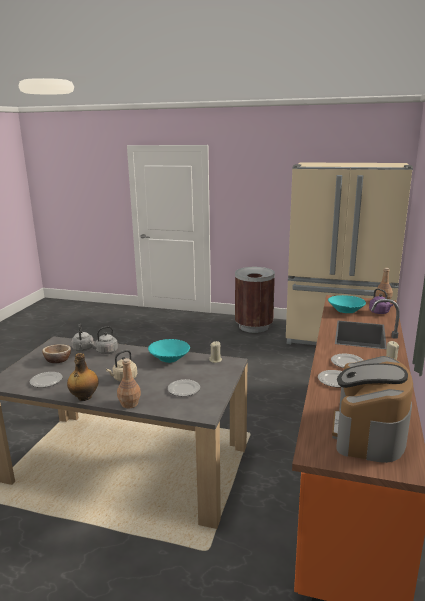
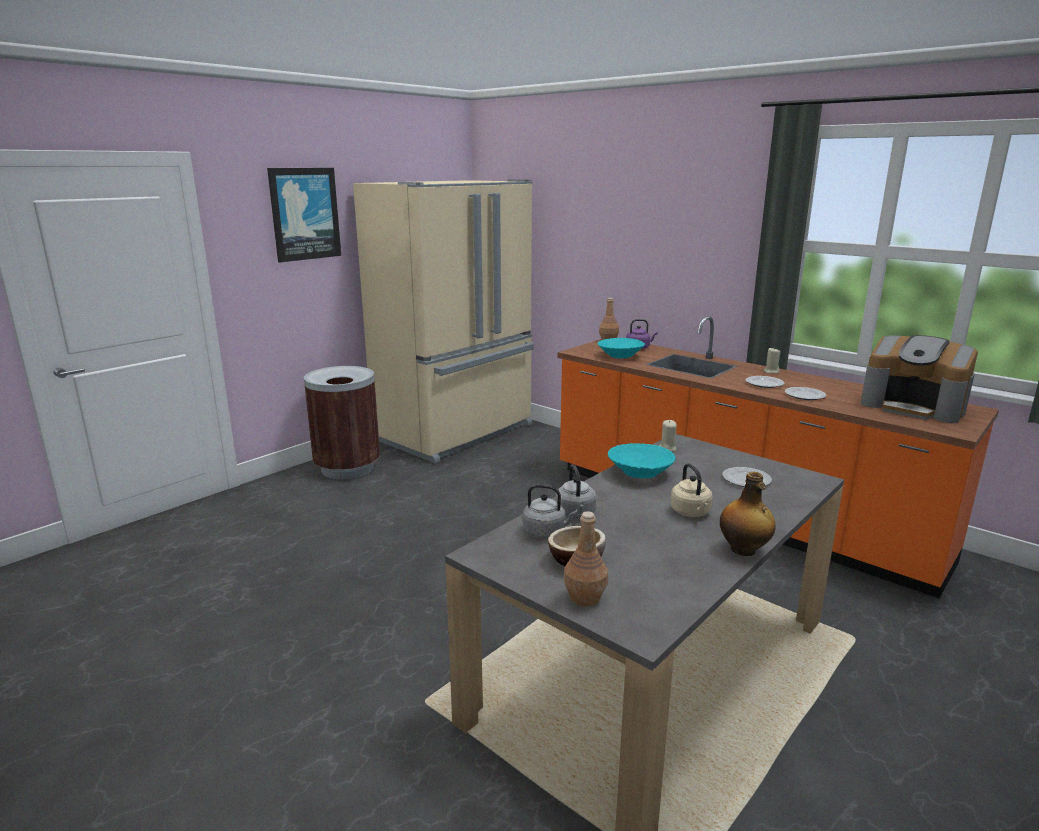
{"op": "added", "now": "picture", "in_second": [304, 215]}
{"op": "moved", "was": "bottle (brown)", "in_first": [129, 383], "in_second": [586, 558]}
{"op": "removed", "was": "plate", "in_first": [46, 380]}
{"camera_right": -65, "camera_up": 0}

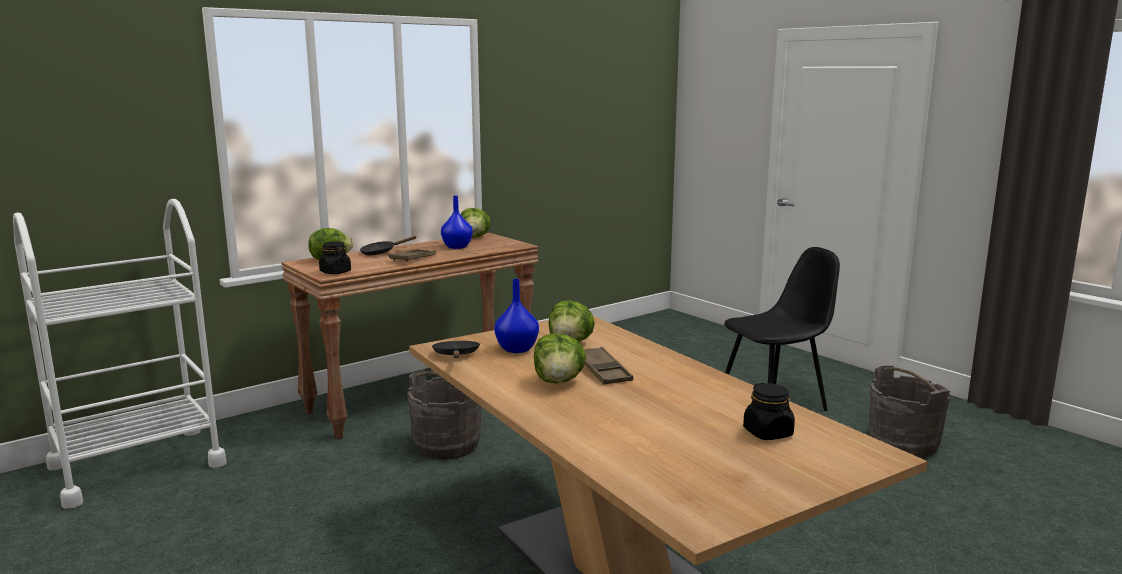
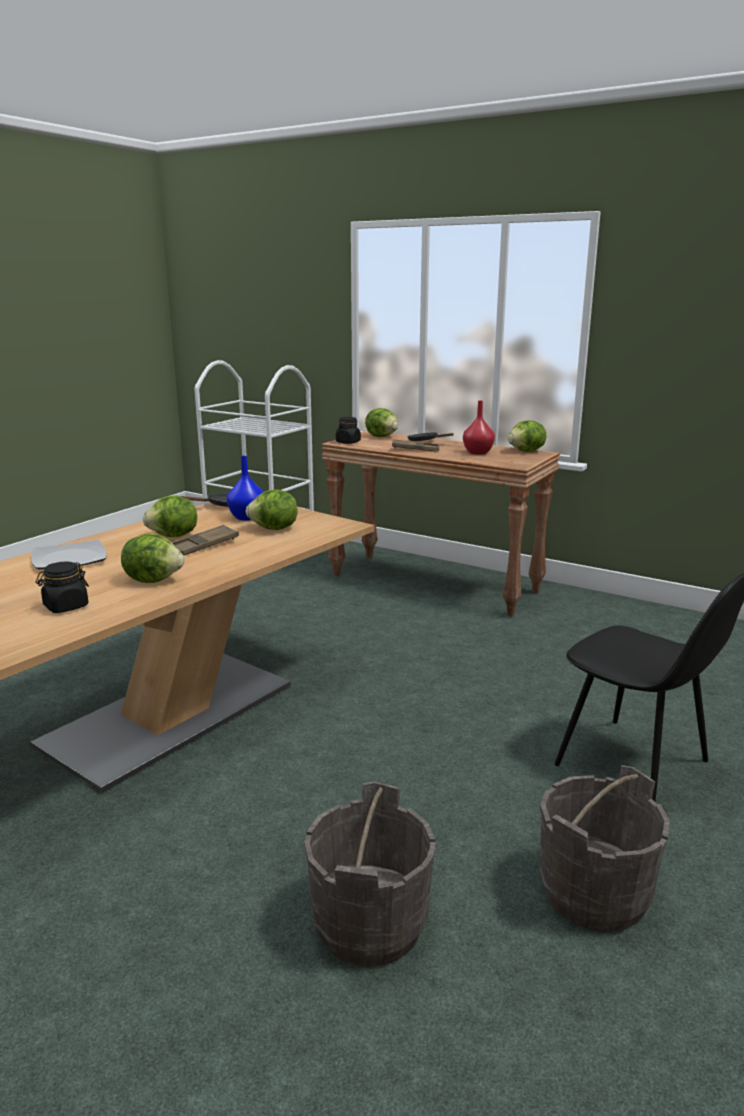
{"op": "added", "now": "plate", "in_second": [69, 554]}
{"op": "added", "now": "lettuce", "in_second": [152, 558]}
{"op": "moved", "was": "bucket (grey)", "in_first": [444, 415], "in_second": [369, 874]}
{"op": "recoloured", "was": "vase (blue)", "now": "vase (red)", "in_first": [457, 222], "in_second": [479, 428]}
{"camera_right": 70, "camera_up": 5}

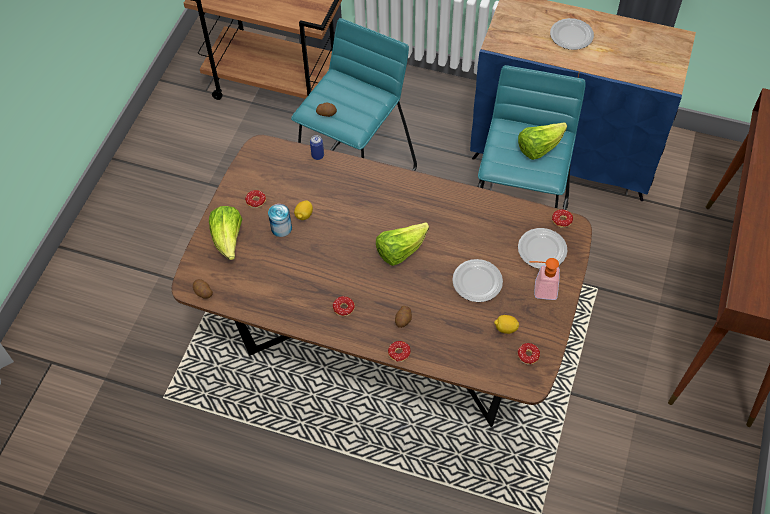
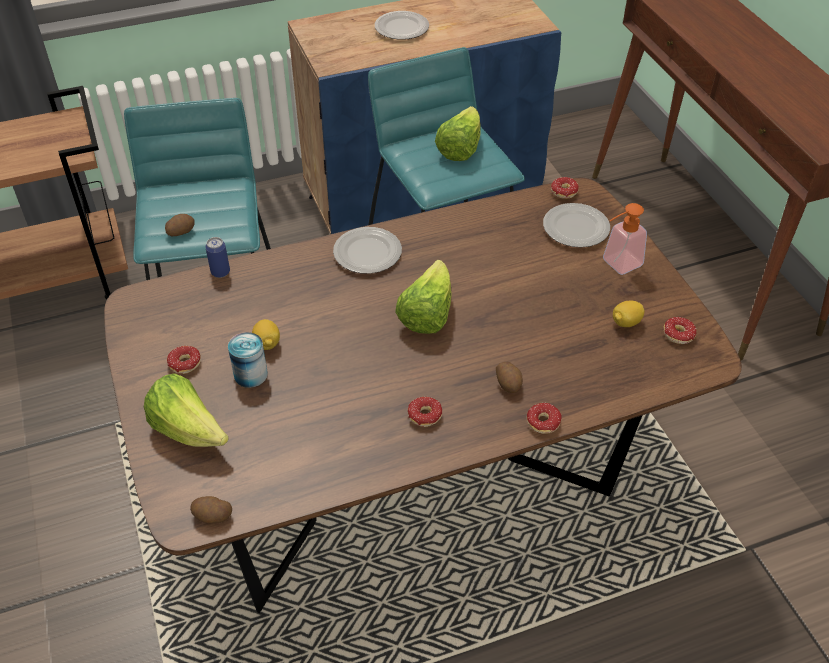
{"op": "moved", "was": "plate", "in_first": [477, 280], "in_second": [367, 250]}
{"camera_right": -40, "camera_up": -10}

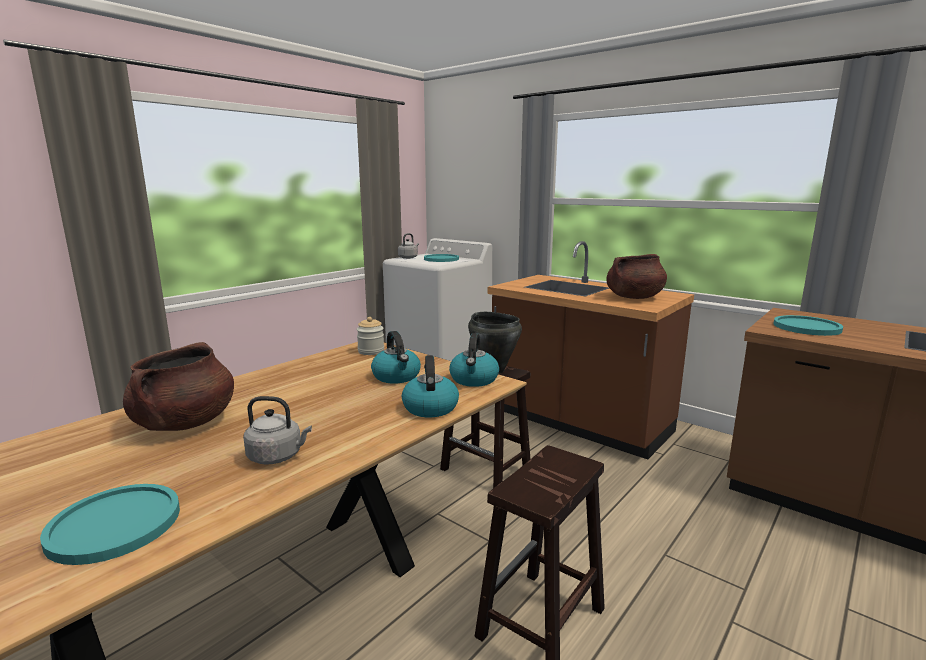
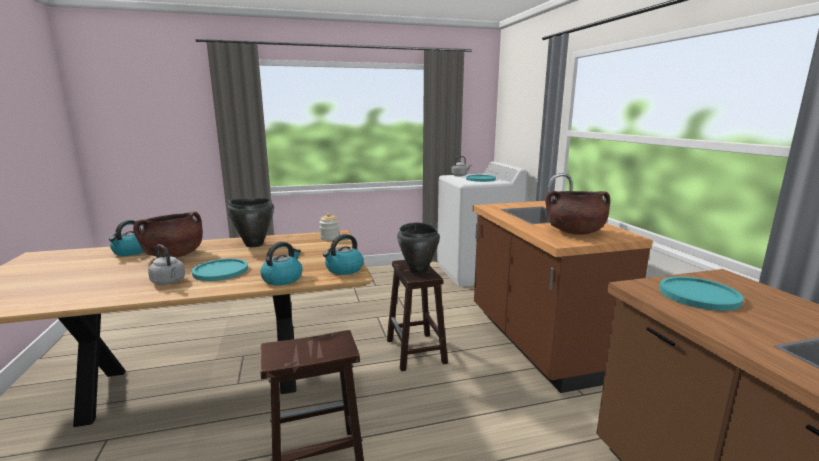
{"op": "moved", "was": "kettle", "in_first": [396, 357], "in_second": [126, 238]}
{"op": "moved", "was": "plate (turquoise)", "in_first": [110, 524], "in_second": [220, 269]}
{"op": "added", "now": "cooking pot (black)", "in_second": [250, 222]}
{"camera_right": 35, "camera_up": 0}

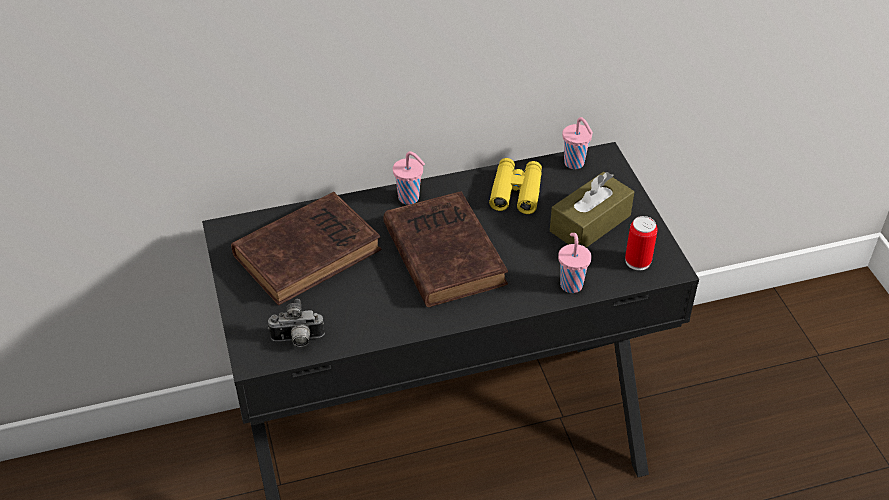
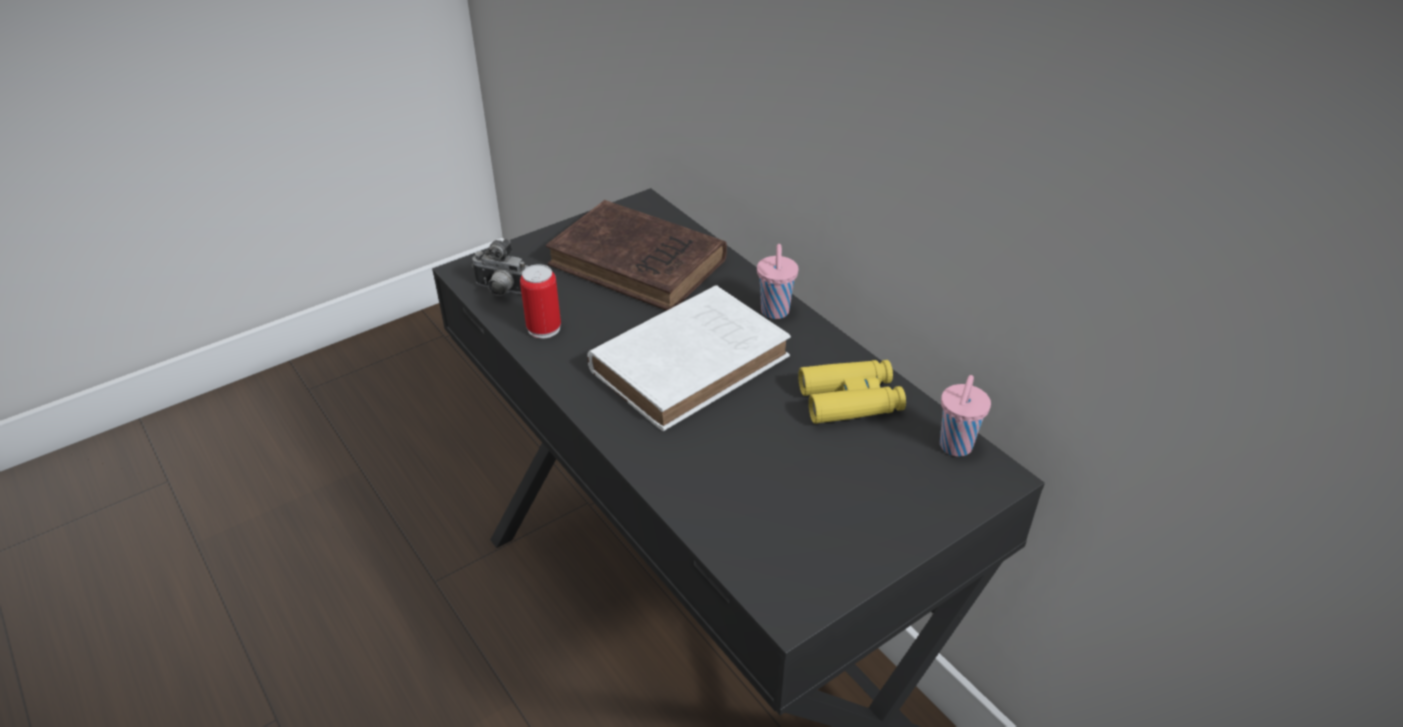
{"op": "turned", "was": "photo camera", "in_first": [296, 323], "in_second": [500, 267], "clockwise": -45}
{"op": "moved", "was": "can", "in_first": [641, 243], "in_second": [540, 301]}
{"op": "recoloured", "was": "book (brown)", "now": "book (white)", "in_first": [446, 249], "in_second": [689, 358]}
{"op": "removed", "was": "tissue box (brown)", "in_first": [592, 210]}
{"op": "removed", "was": "cup (pink)", "in_first": [575, 263]}
{"camera_right": 70, "camera_up": -5}

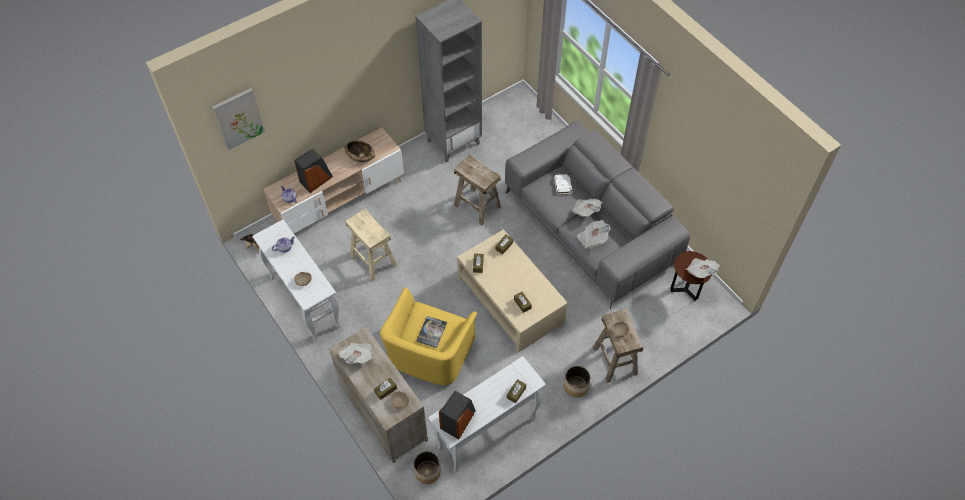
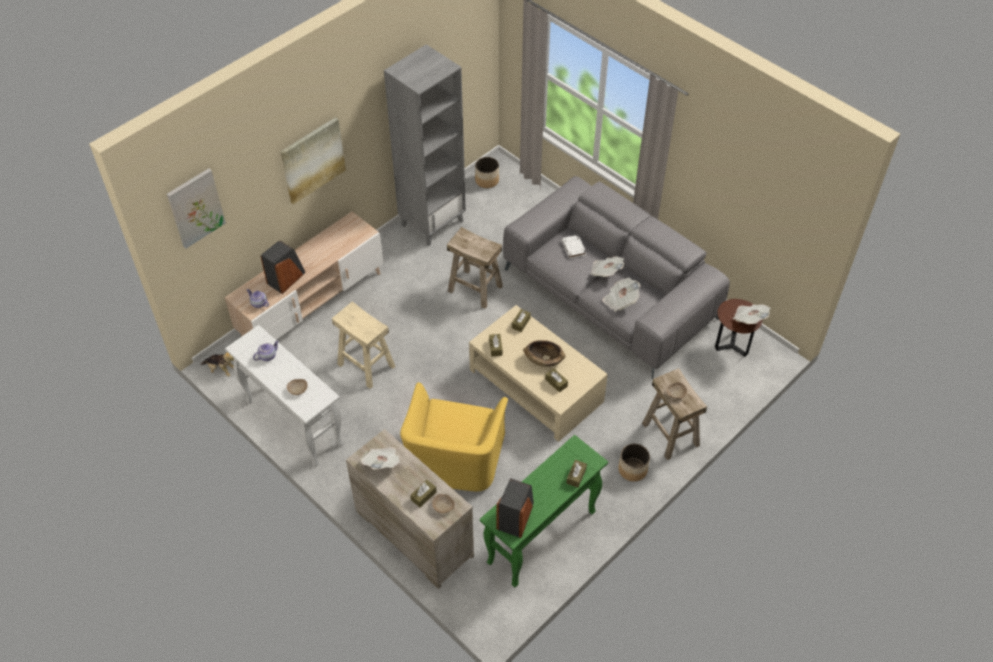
{"op": "added", "now": "picture", "in_second": [313, 160]}
{"op": "moved", "was": "planter", "in_first": [427, 467], "in_second": [487, 172]}
{"op": "recoloured", "was": "console table (white)", "now": "console table (green)", "in_first": [487, 414], "in_second": [544, 511]}
{"op": "moved", "was": "bowl (brown)", "in_first": [359, 151], "in_second": [544, 353]}
{"op": "removed", "was": "book", "in_first": [431, 332]}
{"camera_right": -10, "camera_up": -5}

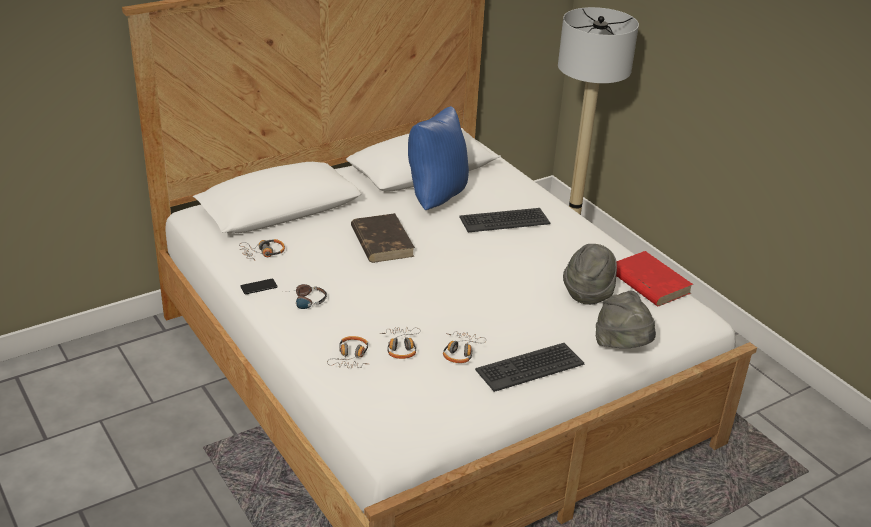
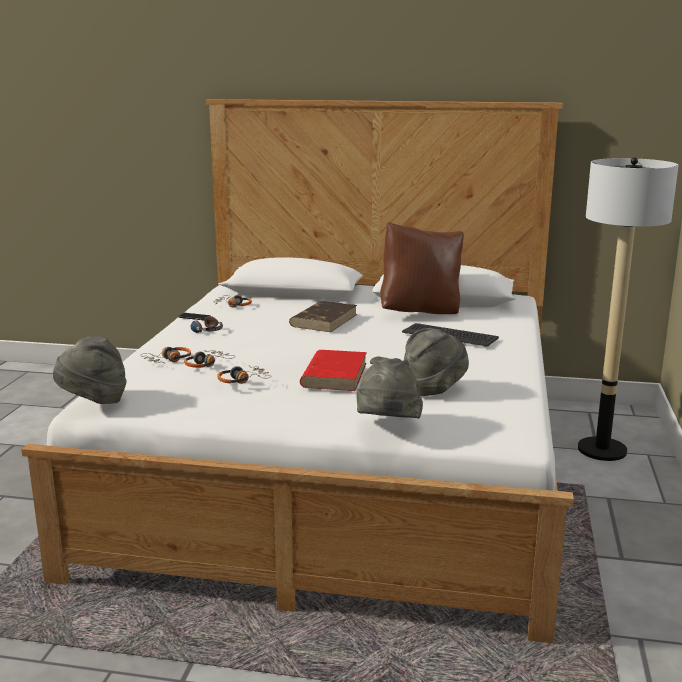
{"op": "added", "now": "hat (grey)", "in_second": [90, 370]}
{"op": "moved", "was": "book (red)", "in_first": [654, 278], "in_second": [333, 370]}
{"op": "recoloured", "was": "pillow (blue)", "now": "pillow (brown)", "in_first": [438, 158], "in_second": [422, 268]}
{"op": "removed", "was": "keyboard", "in_first": [529, 367]}
{"camera_right": 45, "camera_up": -15}

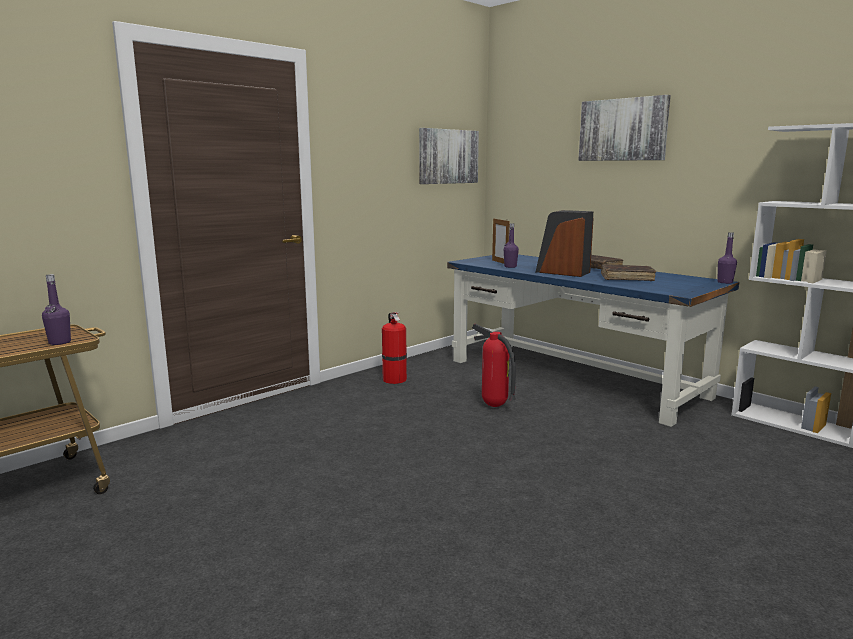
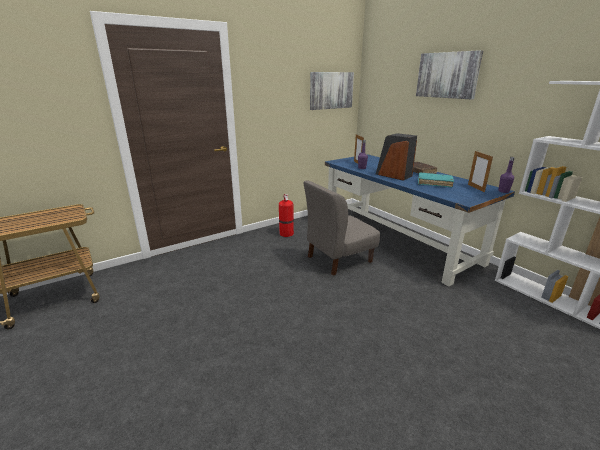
{"op": "replaced", "was": "fire extinguisher", "now": "chair (grey)", "in_first": [494, 365], "in_second": [341, 228]}
{"op": "recoloured", "was": "book (brown)", "now": "book (turquoise)", "in_first": [628, 272], "in_second": [436, 180]}
{"op": "added", "now": "picture frame", "in_second": [480, 172]}
{"op": "removed", "was": "bottle (purple)", "in_first": [56, 309]}
{"camera_right": 10, "camera_up": 10}

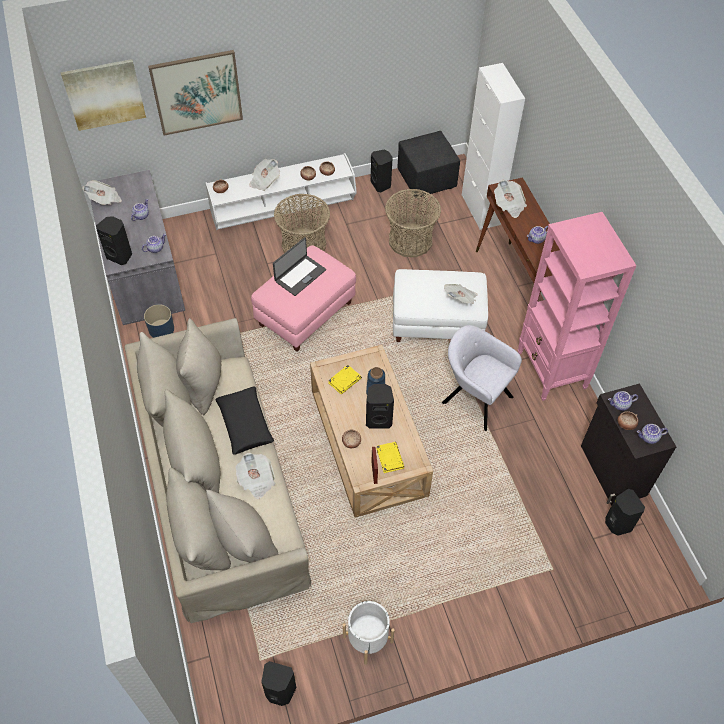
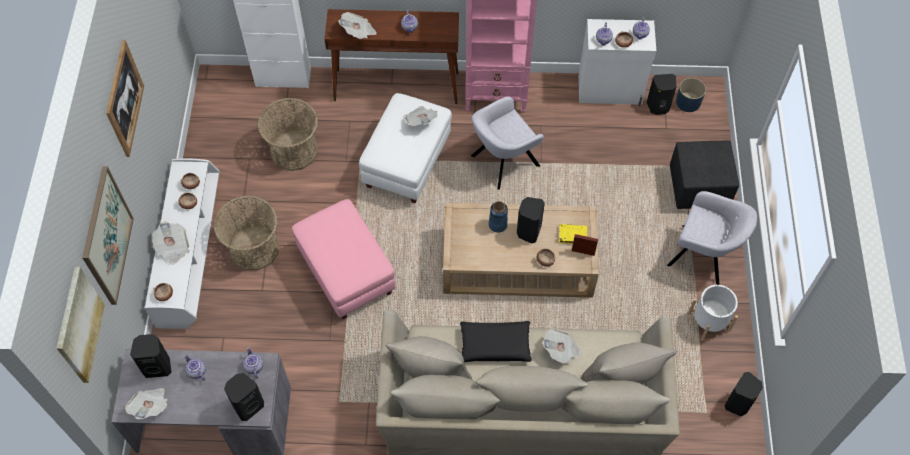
{"op": "added", "now": "picture", "in_second": [125, 98]}
{"op": "moved", "was": "speaker (black)", "in_first": [382, 171], "in_second": [150, 356]}
{"op": "recoloured", "was": "cabinet (black)", "now": "cabinet (white)", "in_first": [628, 444], "in_second": [617, 62]}
{"op": "added", "now": "armchair (grey)", "in_second": [712, 238]}
{"op": "moved", "was": "ottoman (black)", "in_first": [429, 164], "in_second": [704, 174]}
{"op": "moved", "was": "planter (blue)", "in_first": [159, 321], "in_second": [691, 95]}
{"op": "removed", "was": "laptop", "in_first": [299, 266]}
{"op": "removed", "was": "book (yellow)", "in_first": [345, 380]}
{"camera_right": -70, "camera_up": 5}

